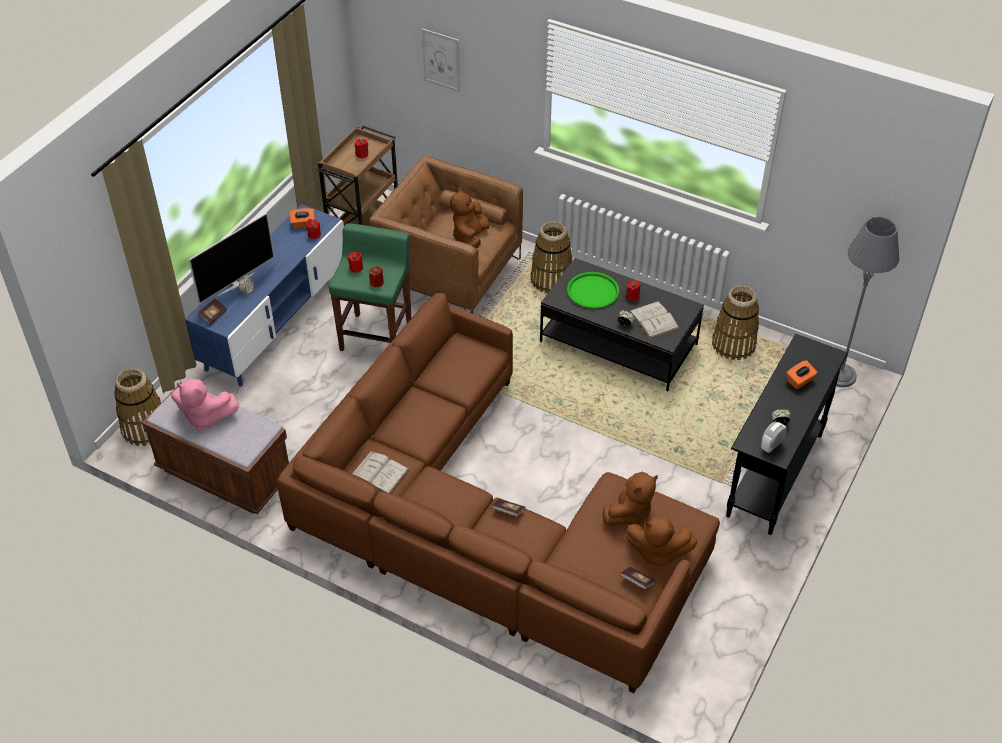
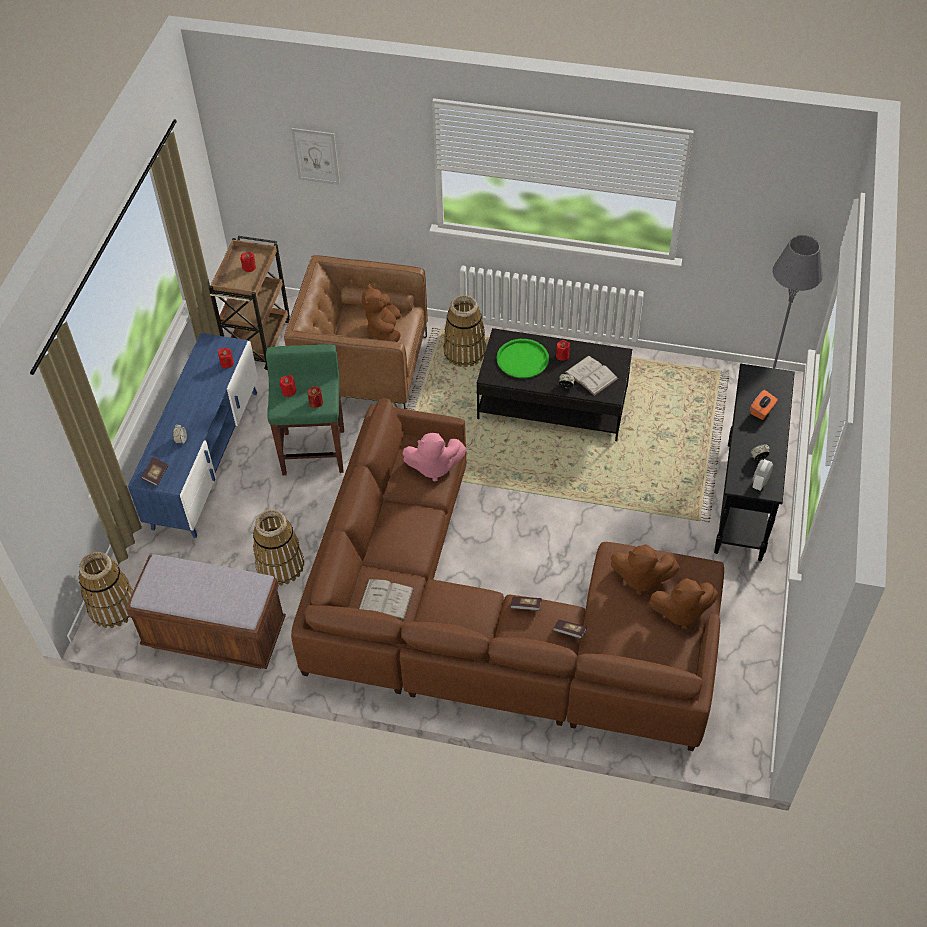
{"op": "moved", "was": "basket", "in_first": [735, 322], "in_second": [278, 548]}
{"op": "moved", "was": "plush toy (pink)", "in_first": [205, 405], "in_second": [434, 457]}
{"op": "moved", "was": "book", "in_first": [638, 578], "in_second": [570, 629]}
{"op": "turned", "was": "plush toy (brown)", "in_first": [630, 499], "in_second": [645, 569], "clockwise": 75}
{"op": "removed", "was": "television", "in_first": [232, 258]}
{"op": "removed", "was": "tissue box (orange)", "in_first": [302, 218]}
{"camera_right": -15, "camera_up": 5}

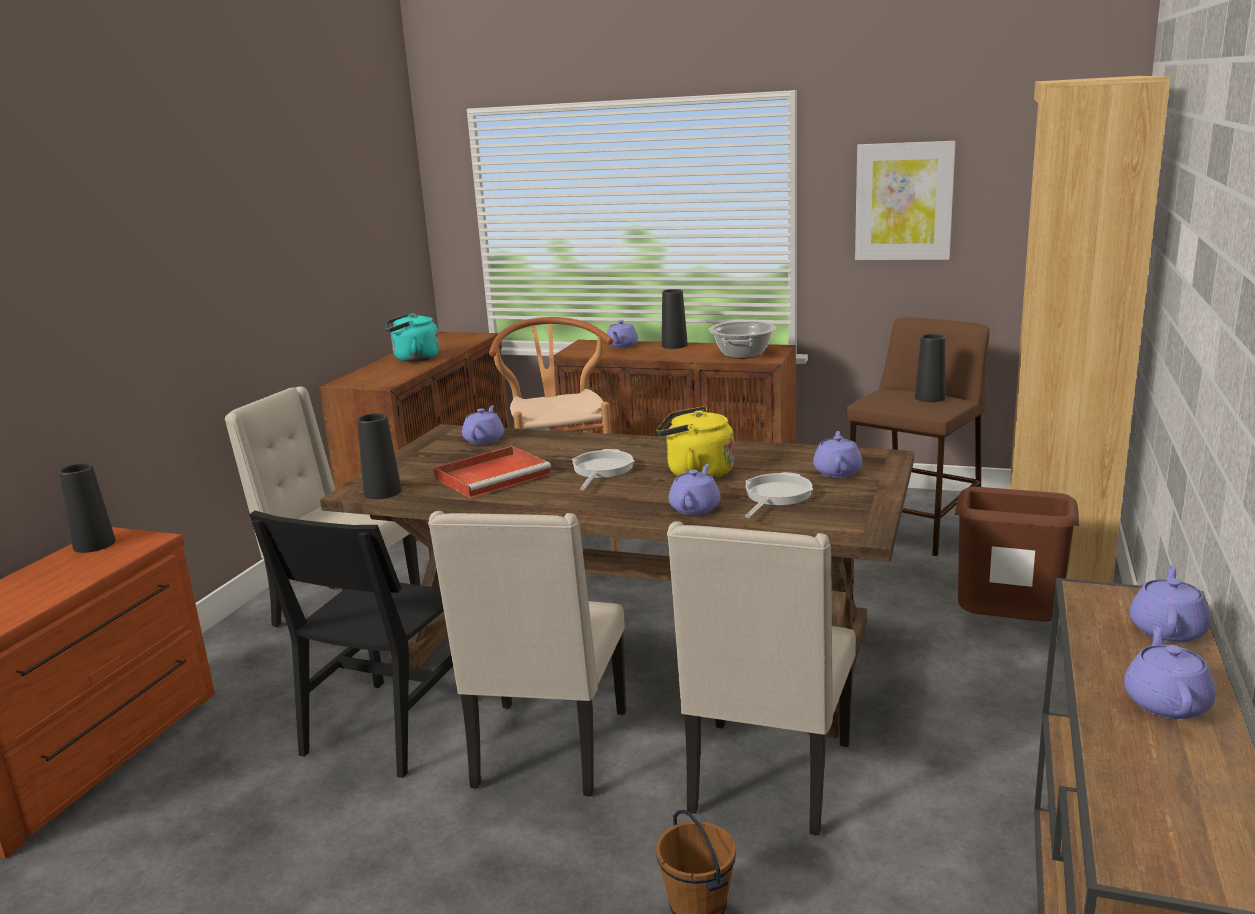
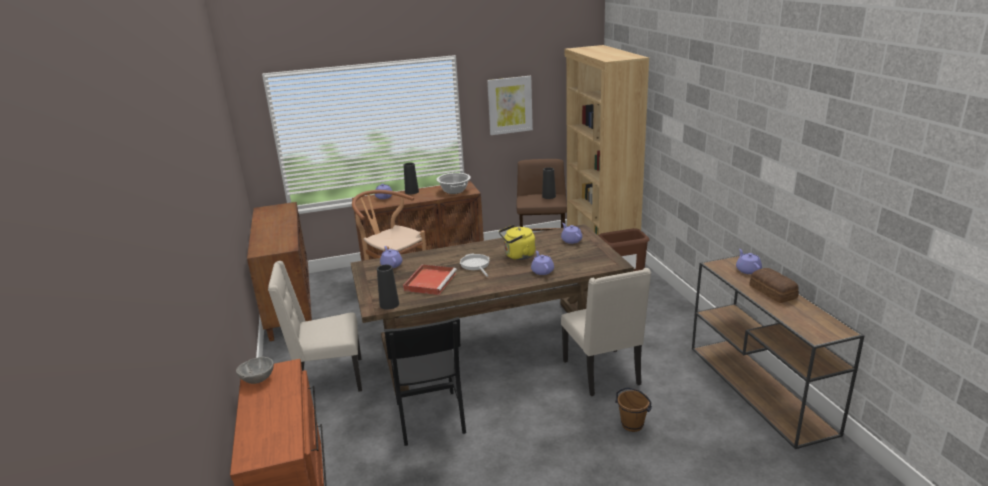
{"op": "replaced", "was": "vase (black)", "now": "bowl (grey)", "in_first": [87, 508], "in_second": [255, 370]}
{"op": "replaced", "was": "teapot (purple)", "now": "bread", "in_first": [1170, 672], "in_second": [774, 285]}
{"op": "removed", "was": "kettle (turquoise)", "in_first": [413, 337]}
{"op": "removed", "was": "chair (beige)", "in_first": [527, 653]}
{"op": "removed", "was": "frying pan", "in_first": [779, 495]}
{"camera_right": -35, "camera_up": 5}

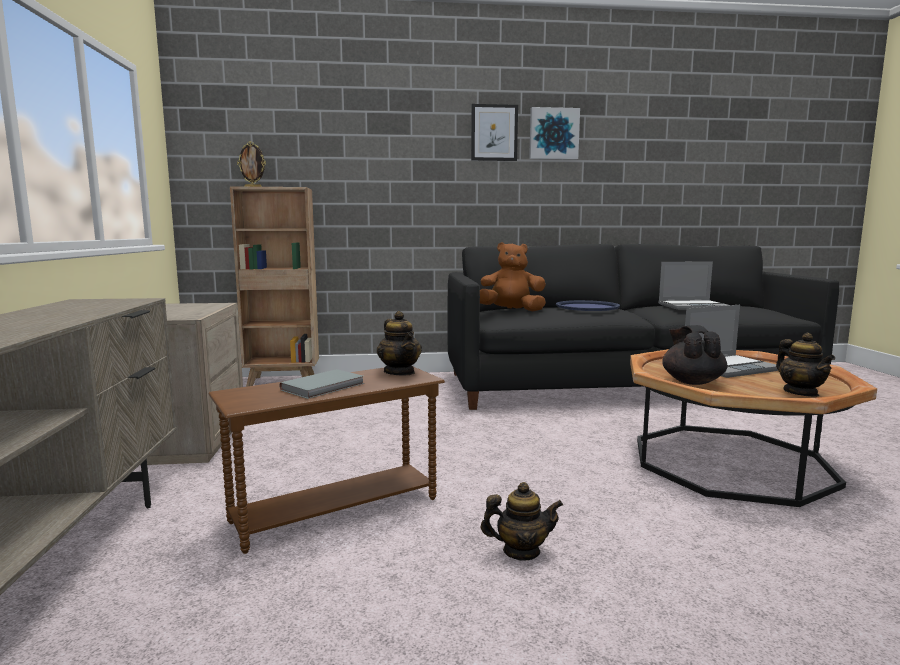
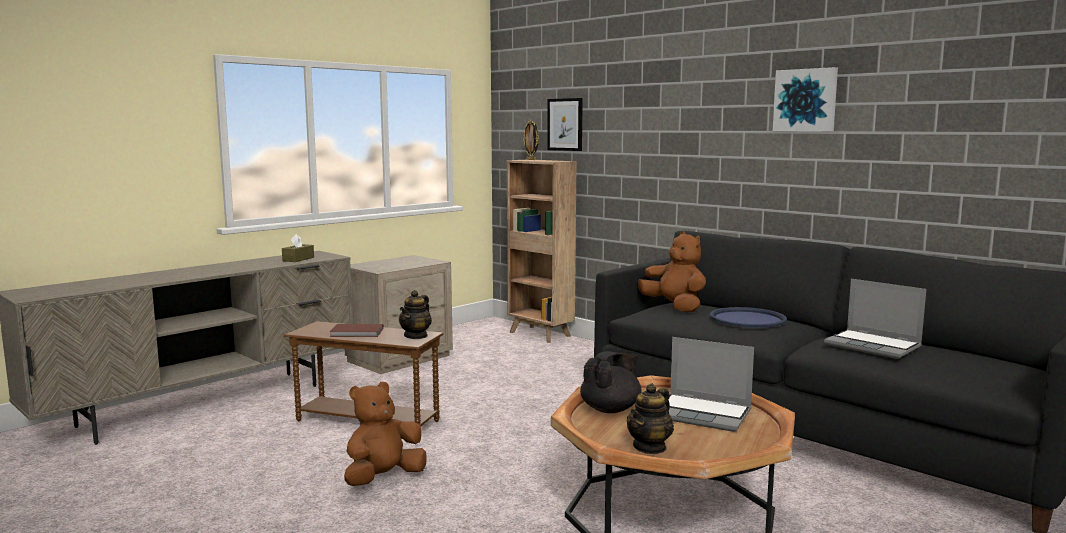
{"op": "added", "now": "tissue box (brown)", "in_second": [298, 248]}
{"op": "recoloured", "was": "book (grey)", "now": "book (brown)", "in_first": [322, 384], "in_second": [356, 330]}
{"op": "replaced", "was": "teapot", "now": "plush toy (brown)", "in_first": [522, 521], "in_second": [385, 434]}
{"op": "moved", "was": "picture", "in_first": [494, 132], "in_second": [565, 124]}
{"camera_right": 50, "camera_up": 0}

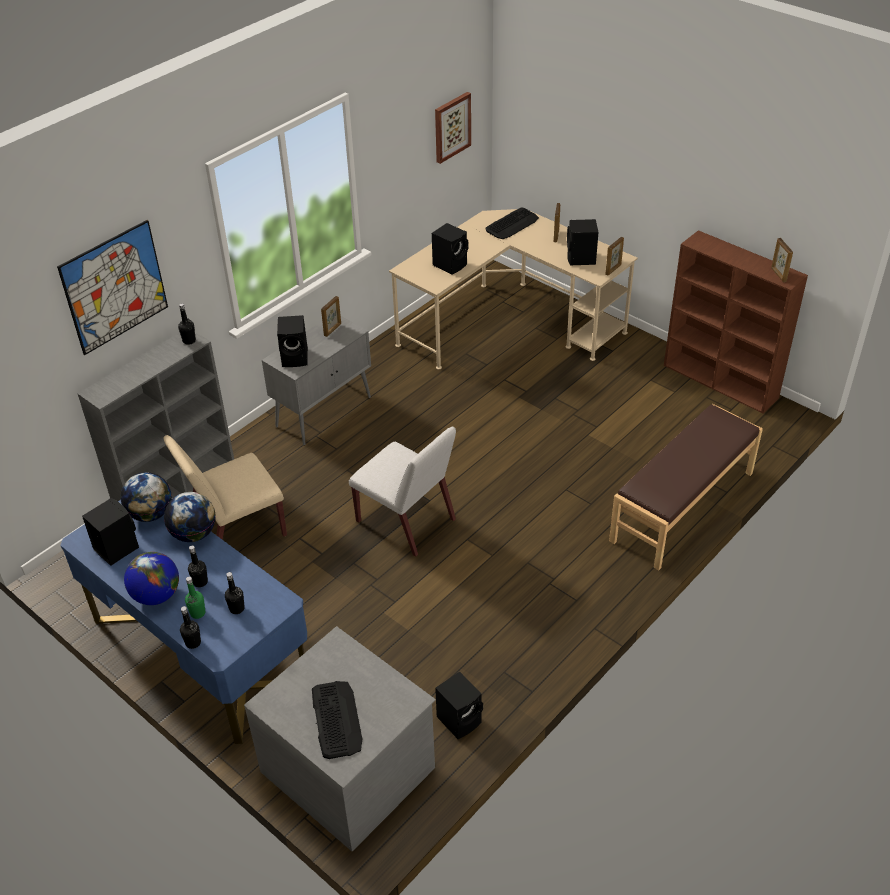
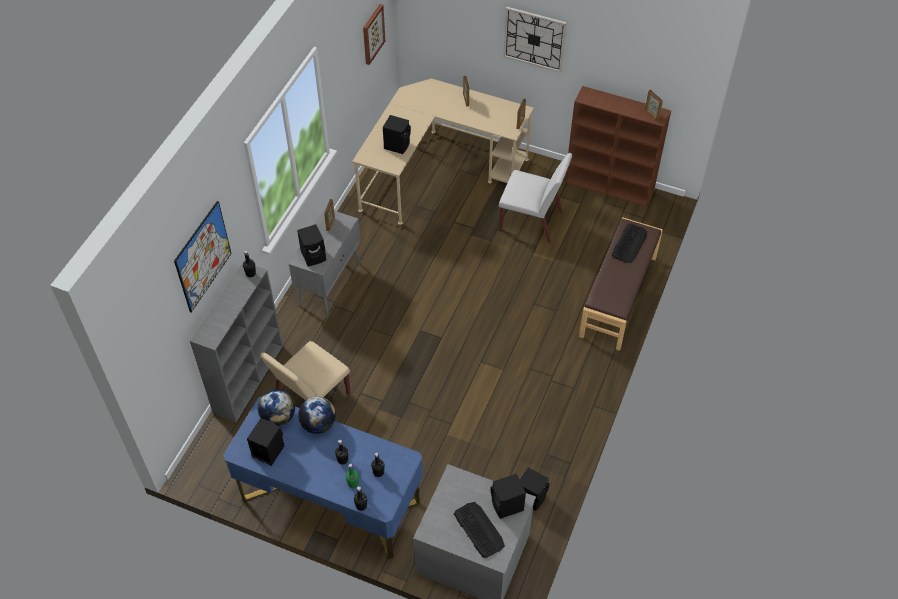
{"op": "moved", "was": "speaker (black)", "in_first": [582, 242], "in_second": [508, 496]}
{"op": "moved", "was": "chair (white)", "in_first": [402, 492], "in_second": [535, 198]}
{"op": "added", "now": "wall clock", "in_second": [535, 40]}
{"op": "moved", "was": "keyboard", "in_first": [512, 223], "in_second": [629, 243]}
{"op": "removed", "was": "globe", "in_first": [151, 578]}
{"camera_right": -20, "camera_up": 10}

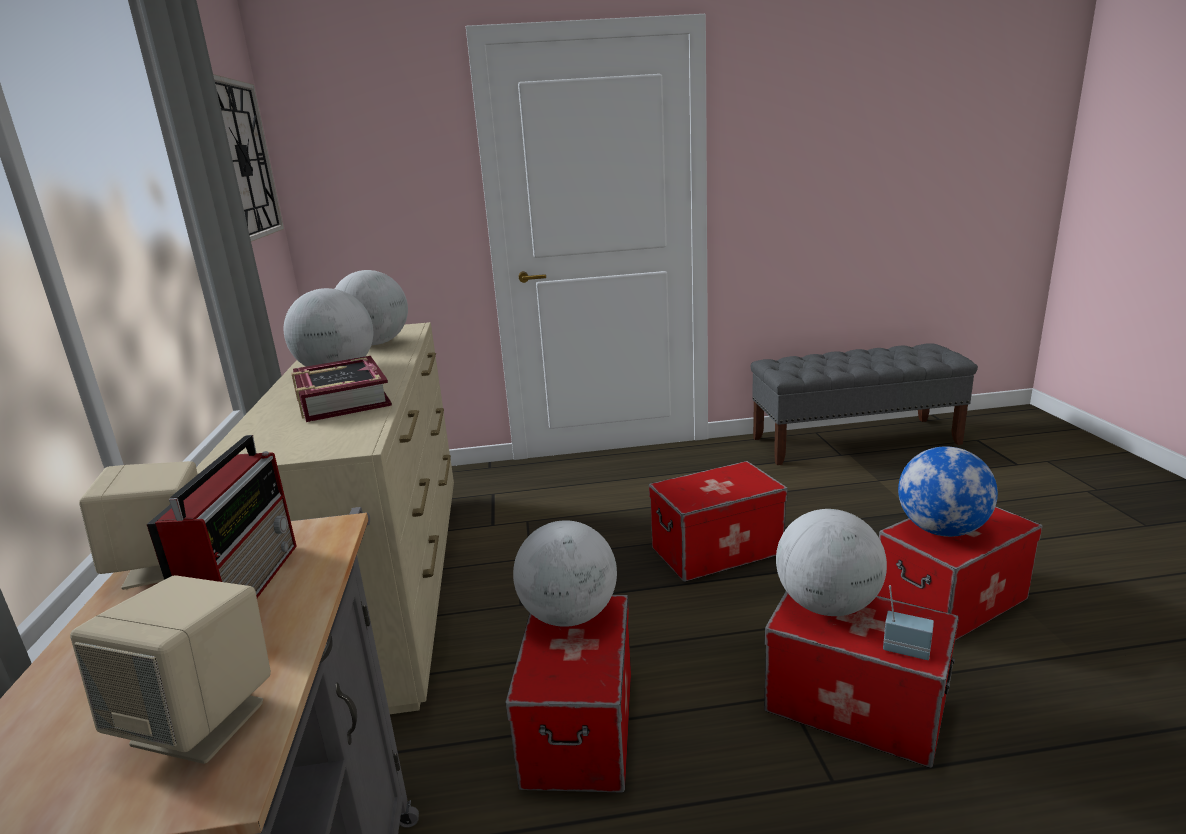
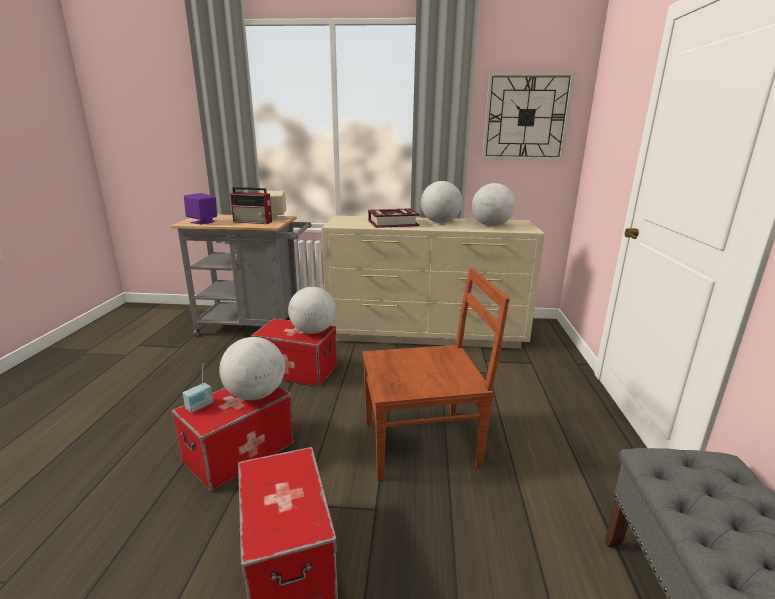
{"op": "recoloured", "was": "speaker (beige)", "now": "speaker (purple)", "in_first": [170, 669], "in_second": [200, 208]}
{"op": "replaced", "was": "storage box", "now": "chair (brown)", "in_first": [718, 521], "in_second": [436, 374]}
{"op": "removed", "was": "globe", "in_first": [948, 491]}
{"camera_right": 100, "camera_up": 0}

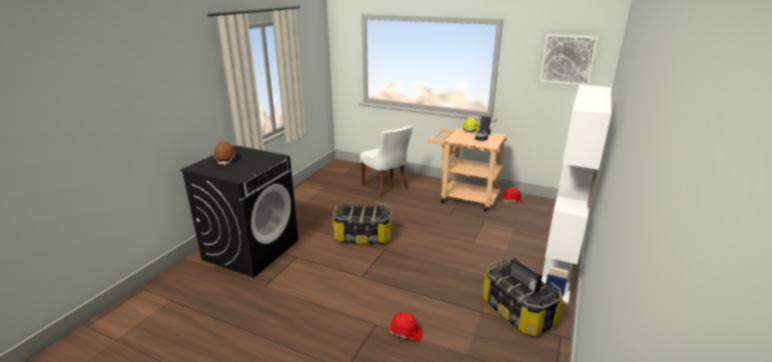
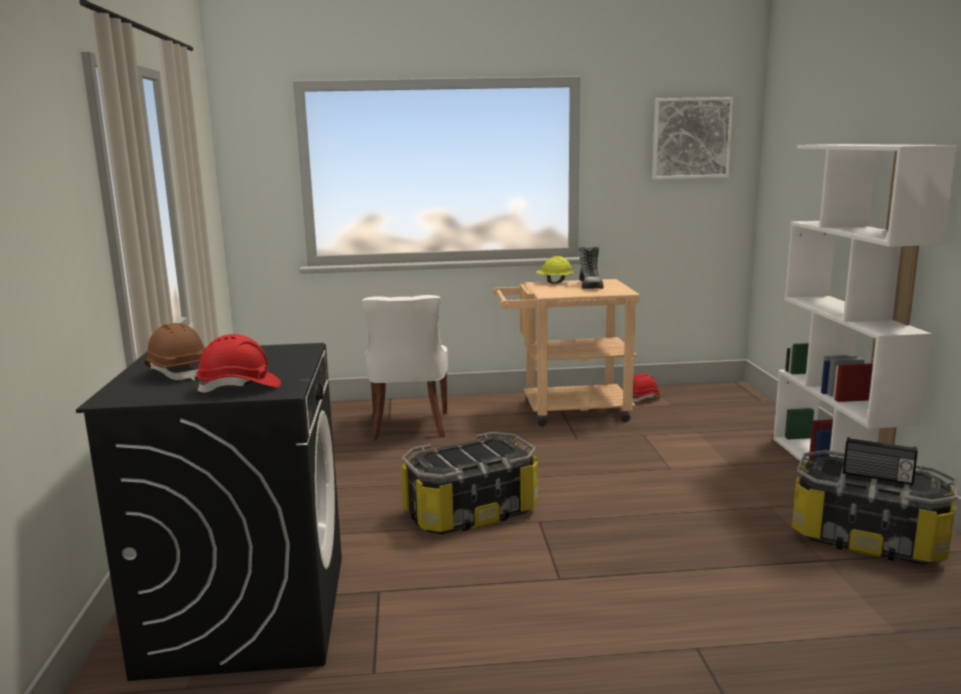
{"op": "moved", "was": "hard hat (red)", "in_first": [406, 326], "in_second": [238, 363]}
{"op": "turned", "was": "chair (white)", "in_first": [386, 161], "in_second": [405, 368], "clockwise": 60}
{"camera_right": -30, "camera_up": -10}

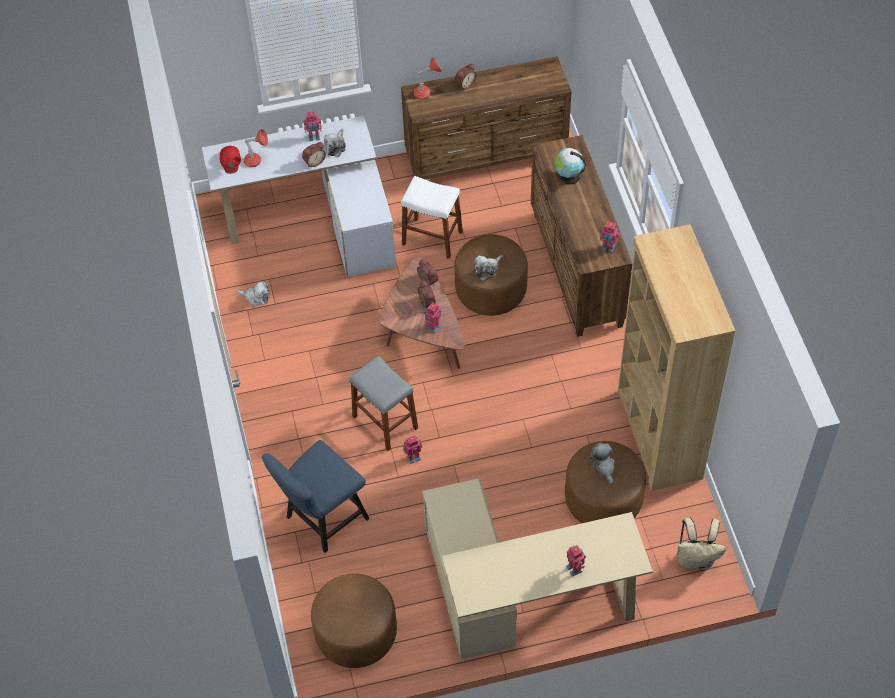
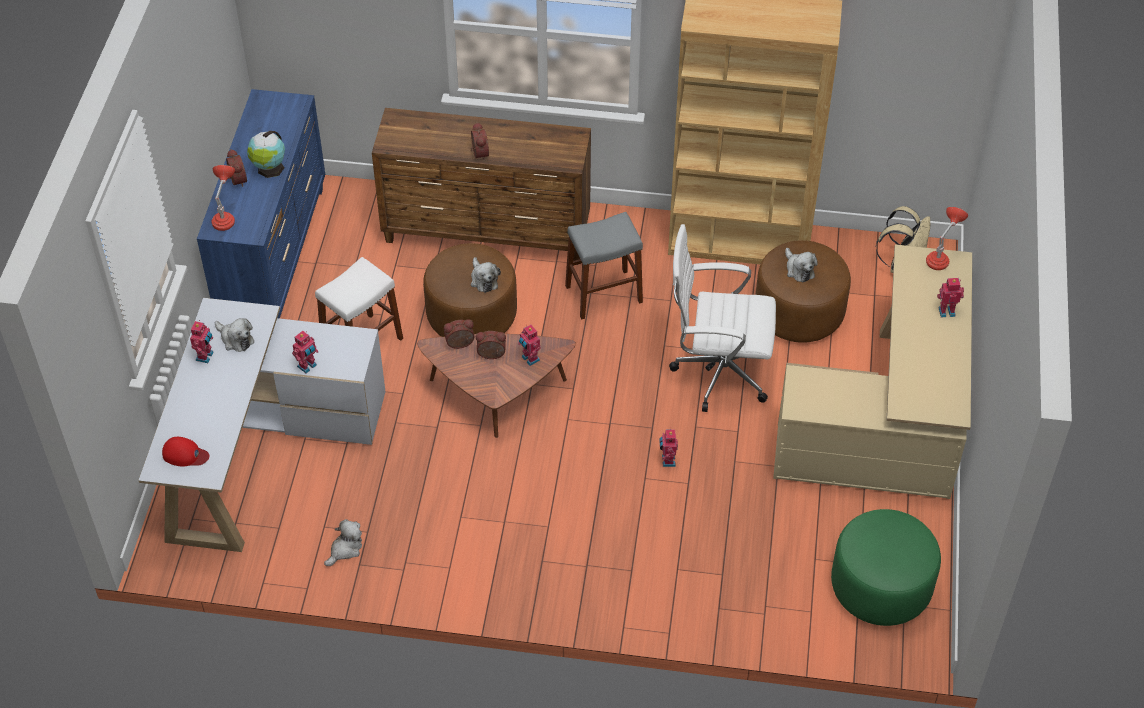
{"op": "recoloured", "was": "dresser (brown)", "now": "dresser (blue)", "in_first": [486, 117], "in_second": [261, 204]}
{"op": "moved", "was": "globe", "in_first": [570, 166], "in_second": [266, 154]}
{"op": "moved", "was": "toy robot", "in_first": [609, 237], "in_second": [305, 352]}
{"op": "moved", "was": "alarm clock", "in_first": [314, 154], "in_second": [480, 141]}
{"op": "moved", "was": "stool (grey)", "in_first": [383, 403], "in_second": [604, 265]}
{"op": "added", "now": "office chair (white)", "in_second": [722, 318]}
{"op": "turned", "was": "plush toy", "in_first": [602, 463], "in_second": [801, 265], "clockwise": -120}
{"op": "recoloured", "was": "ottoman (brown)", "now": "ottoman (green)", "in_first": [354, 621], "in_second": [886, 567]}
{"op": "moved", "was": "table lamp (red)", "in_first": [256, 148], "in_second": [947, 238]}
{"op": "removed", "was": "chair (blue)", "in_first": [316, 496]}
{"camera_right": -70, "camera_up": -5}

